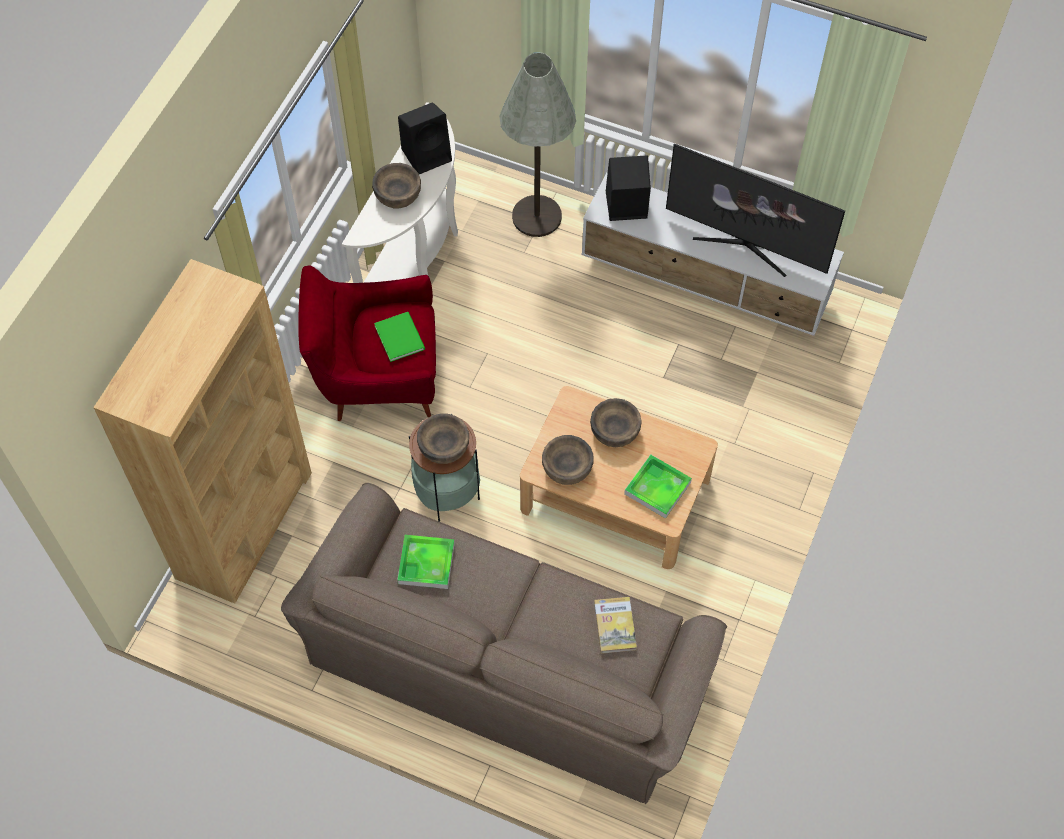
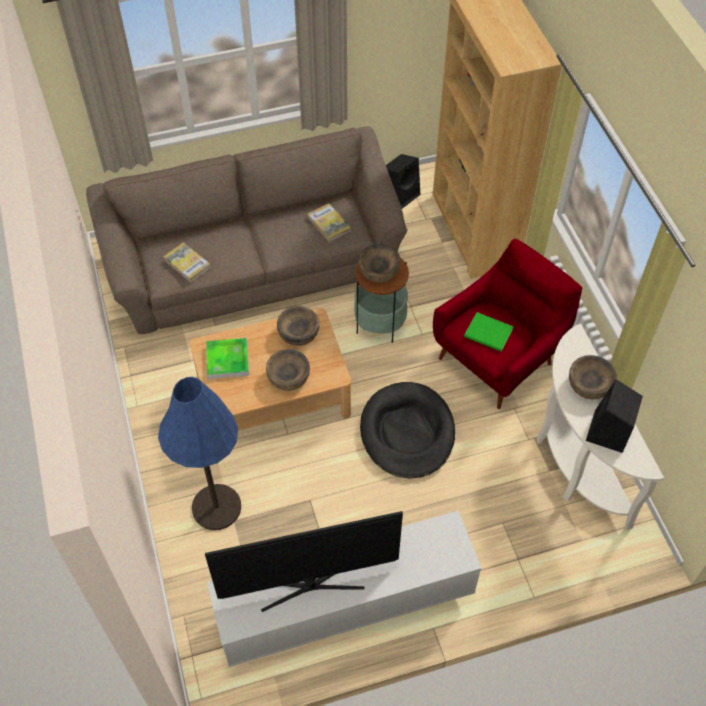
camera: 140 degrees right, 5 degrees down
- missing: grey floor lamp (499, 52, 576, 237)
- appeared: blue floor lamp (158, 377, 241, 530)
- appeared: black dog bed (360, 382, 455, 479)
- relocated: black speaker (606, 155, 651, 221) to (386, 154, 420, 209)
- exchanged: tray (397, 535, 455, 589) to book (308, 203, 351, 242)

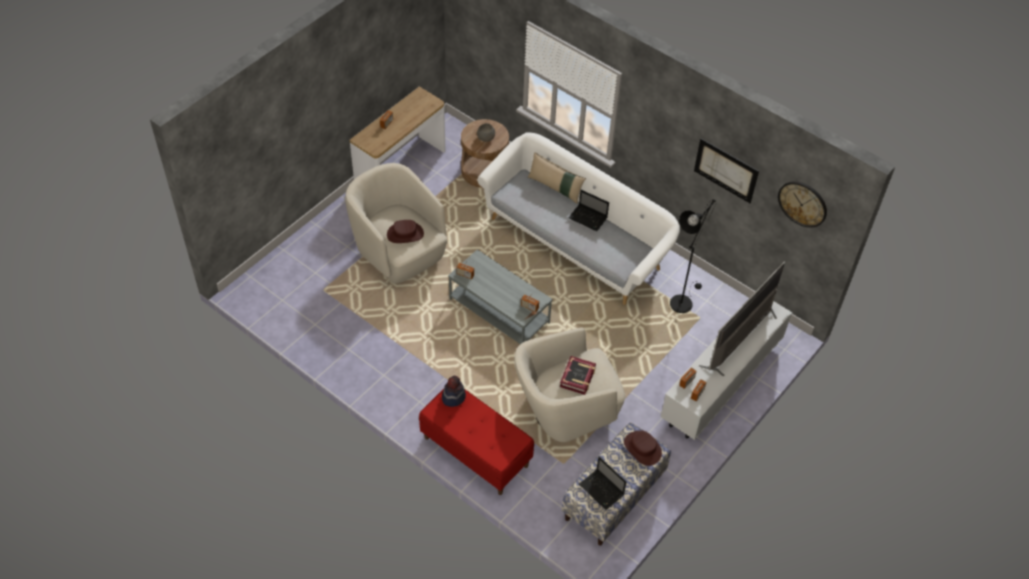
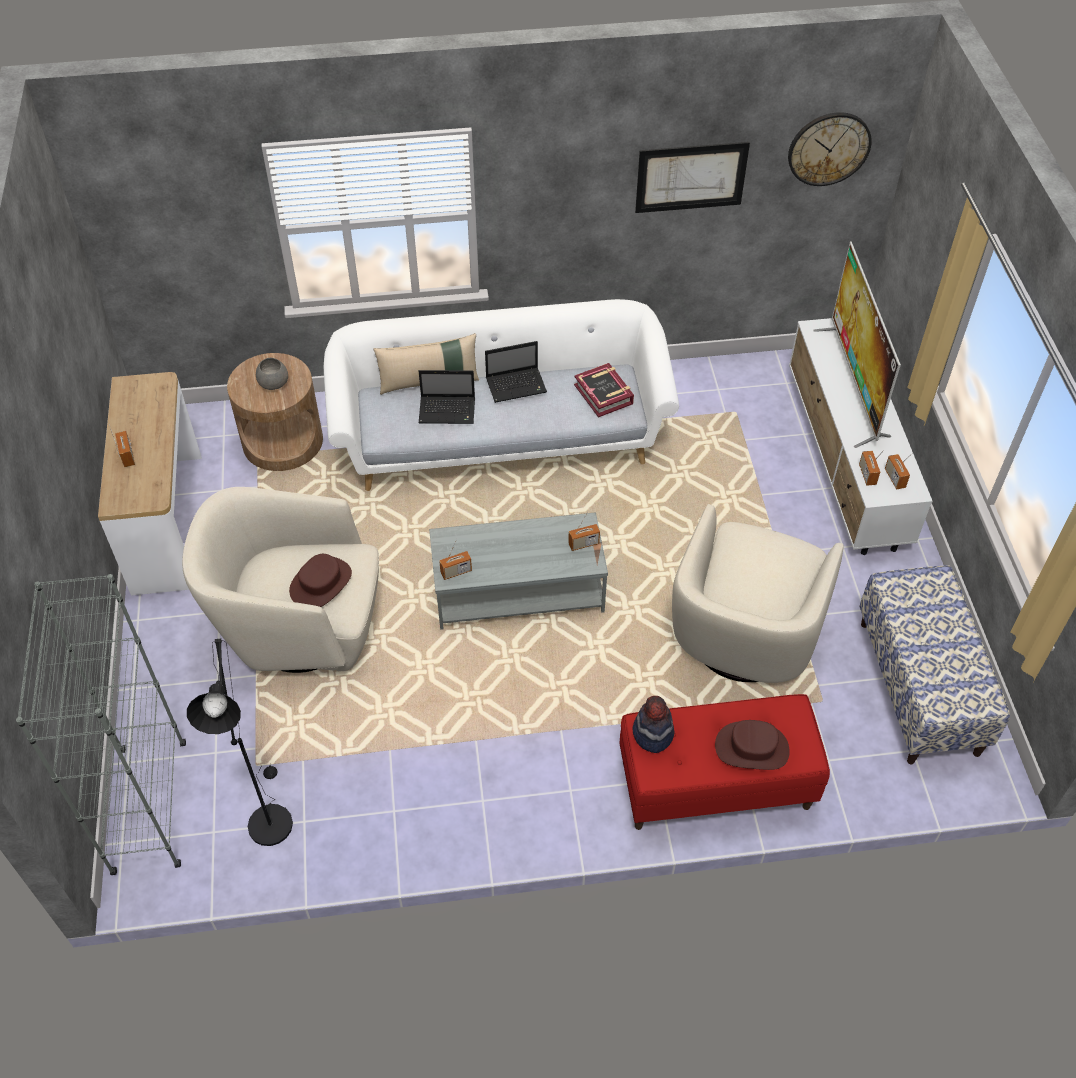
camera: 45 degrees left, 0 degrees up
- appeared: grey bookcase (16, 574, 186, 875)
- relocated: book (560, 356, 596, 395) to (574, 363, 634, 418)
- relocated: laptop (579, 457, 626, 510) to (419, 370, 475, 424)
- relocated: brown hat (624, 430, 662, 466) to (715, 720, 790, 770)
- relocated: black floor lamp (670, 199, 717, 313) to (187, 639, 293, 846)

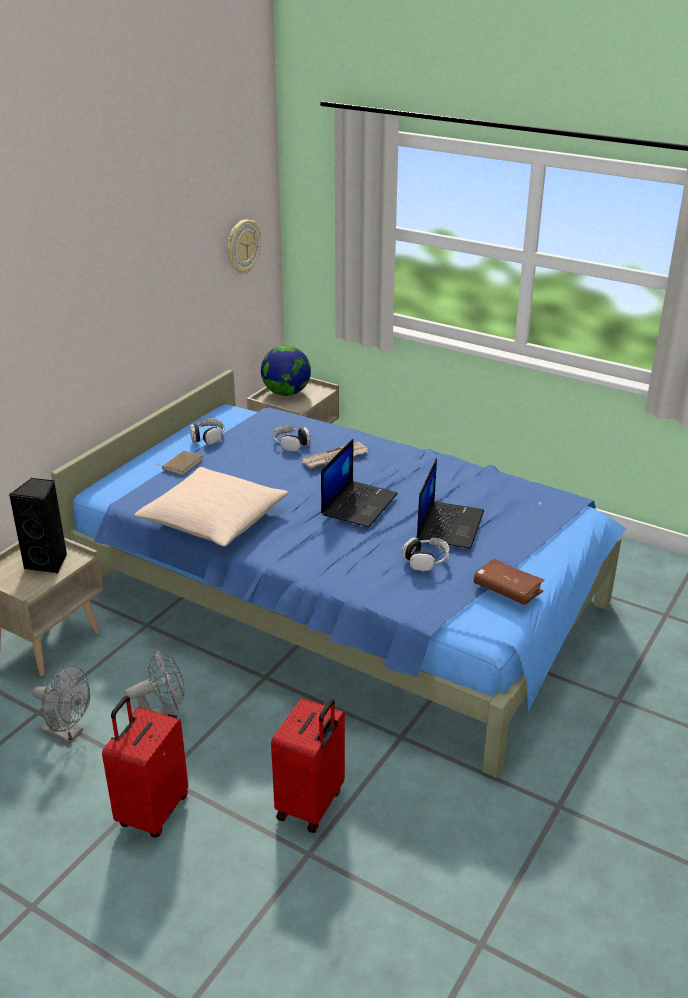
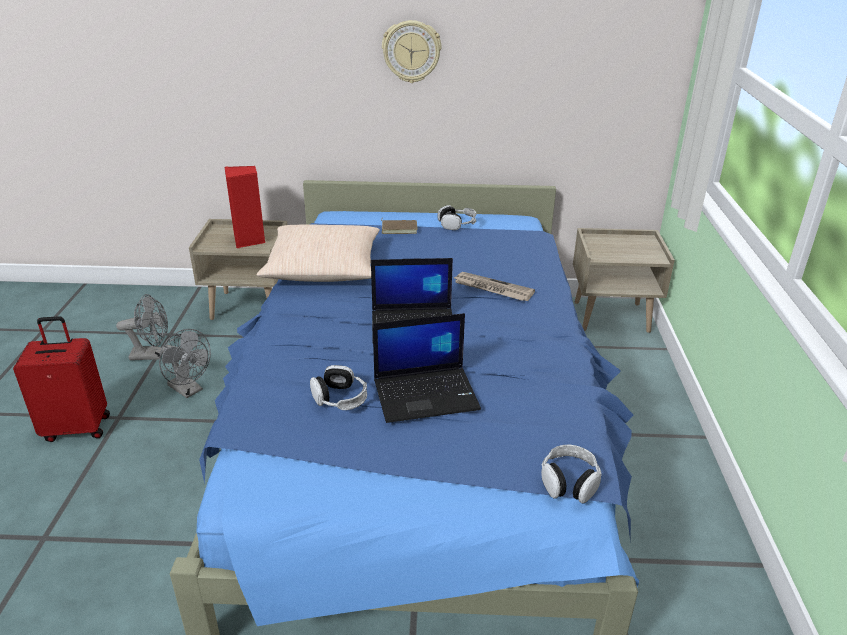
camera: 60 degrees right, 0 degrees up
- missing: globe (261, 346, 311, 396)
- missing: red suitcase (271, 698, 345, 833)
- missing: brown book (473, 559, 545, 605)
- relocated: wall clock (227, 219, 261, 274) to (382, 20, 441, 83)
- relocated: headphones (273, 425, 311, 452) to (541, 445, 602, 503)
- colour: black speaker (9, 478, 67, 573) to red speaker (225, 166, 265, 248)
- spun: grey fan (32, 666, 90, 744) = (116, 294, 168, 360) 90 degrees counterclockwise

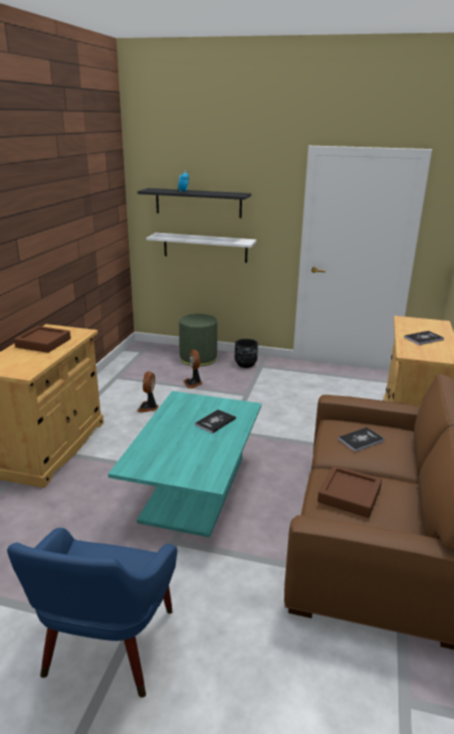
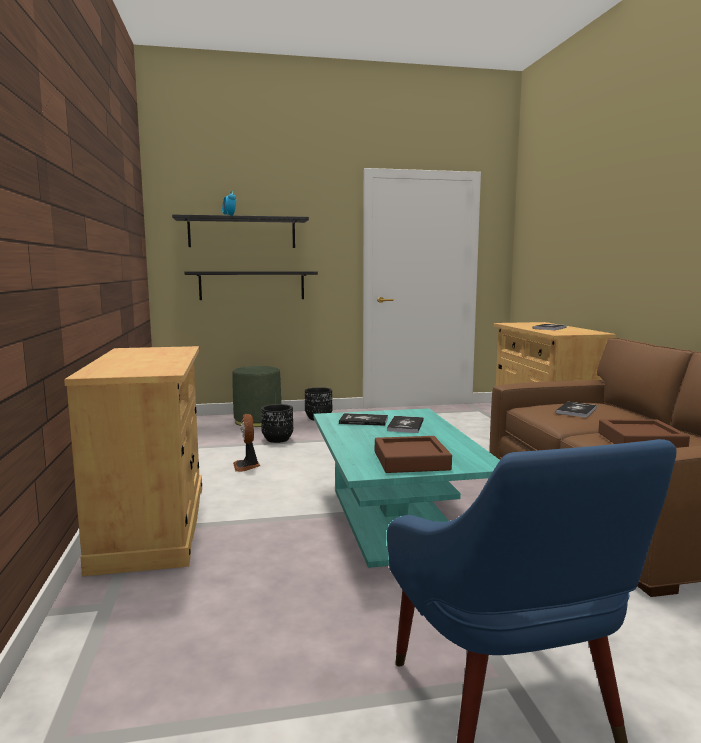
camera: 25 degrees left, 15 degrees down
- appeared: book (339, 413, 388, 426)
- relocated: brown tray (14, 326, 71, 353) to (375, 436, 452, 473)
- exchanged: fan (184, 350, 203, 389) to black planter (261, 404, 293, 443)
- colour: white shelf (146, 233, 257, 263) to black shelf (184, 271, 318, 300)

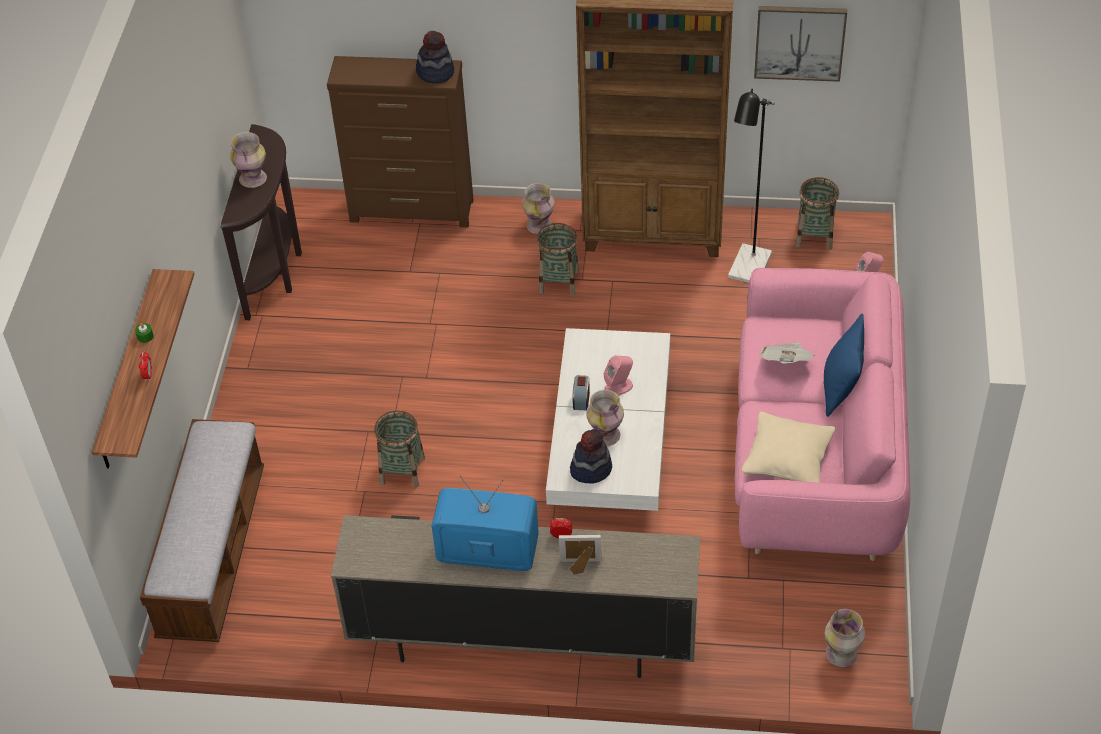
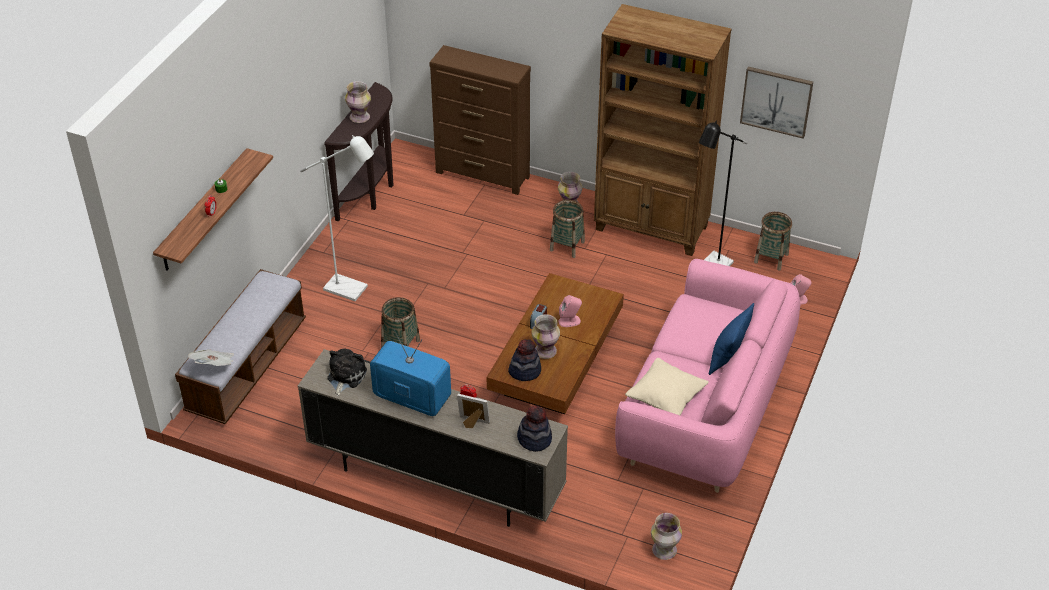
camera: 15 degrees right, 5 degrees down
- appeared: white floor lamp (300, 135, 374, 301)
- appeared: plush toy (327, 349, 367, 396)
- relocated: hat (416, 31, 454, 83) to (517, 405, 552, 452)
- relocated: newspaper (760, 342, 815, 364) to (188, 349, 234, 366)
- colour: white coffee table (546, 328, 670, 511) to brown coffee table (486, 273, 624, 414)

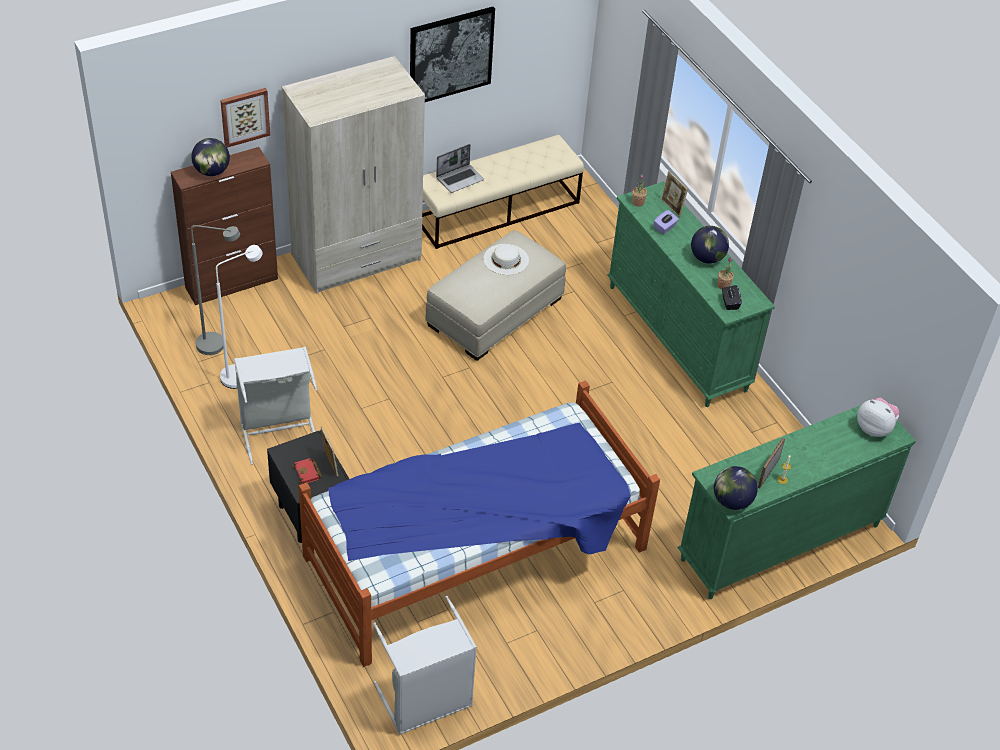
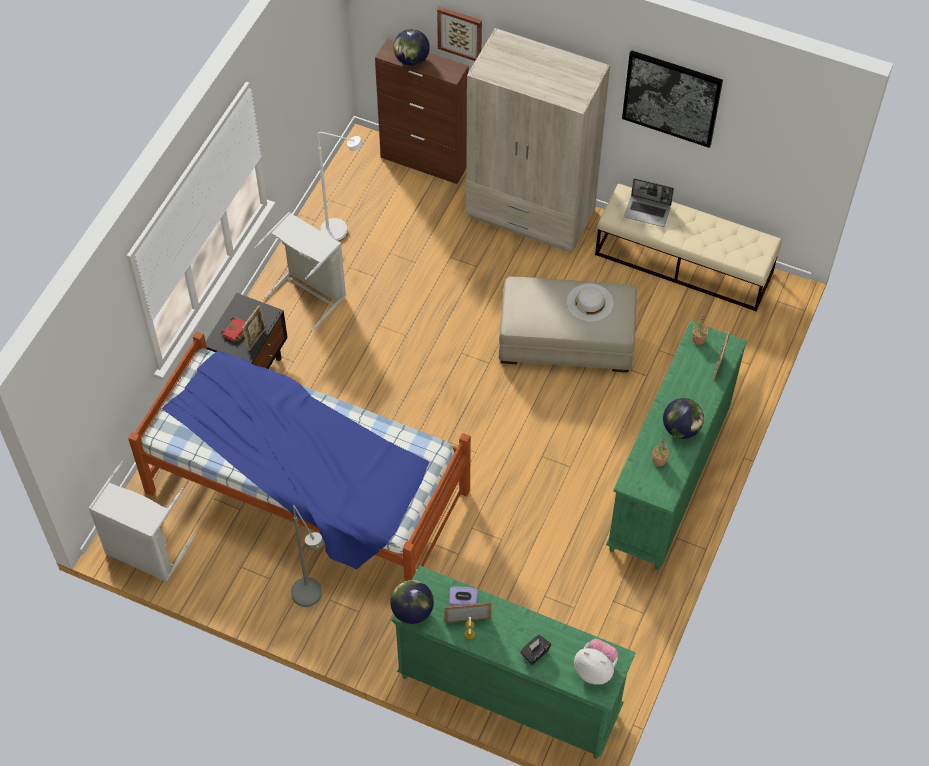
camera: 55 degrees right, 10 degrees up
- relocated: grey floor lamp (191, 225, 240, 355) to (291, 505, 323, 607)
- relocated: purple tissue box (654, 210, 679, 234) to (449, 587, 478, 606)
- relocated: black tissue box (722, 285, 742, 310) to (520, 635, 551, 665)
- spun: plush toy (857, 398, 899, 437) = (574, 639, 618, 685) 60 degrees counterclockwise

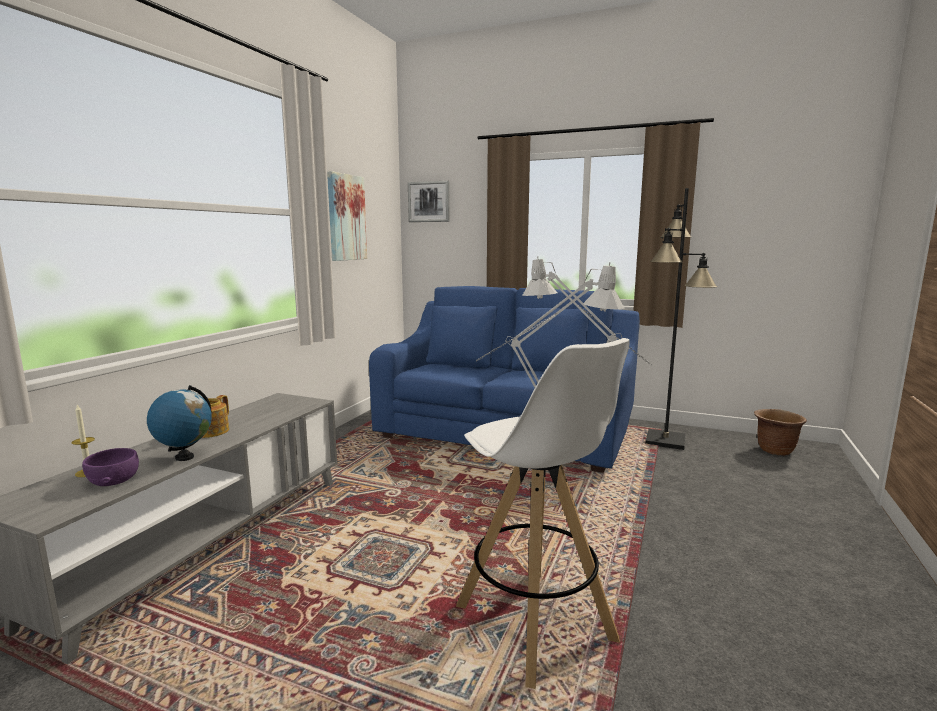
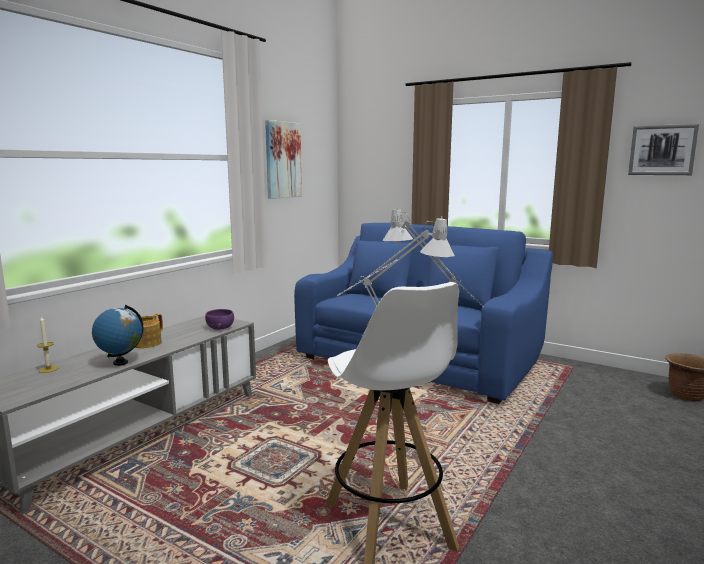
camera: 10 degrees right, 0 degrees up
- missing: black floor lamp (645, 188, 717, 450)
- relocated: purple bowl (82, 448, 139, 486) to (205, 309, 234, 330)
- relocated: picture (408, 181, 450, 222) to (628, 124, 699, 175)

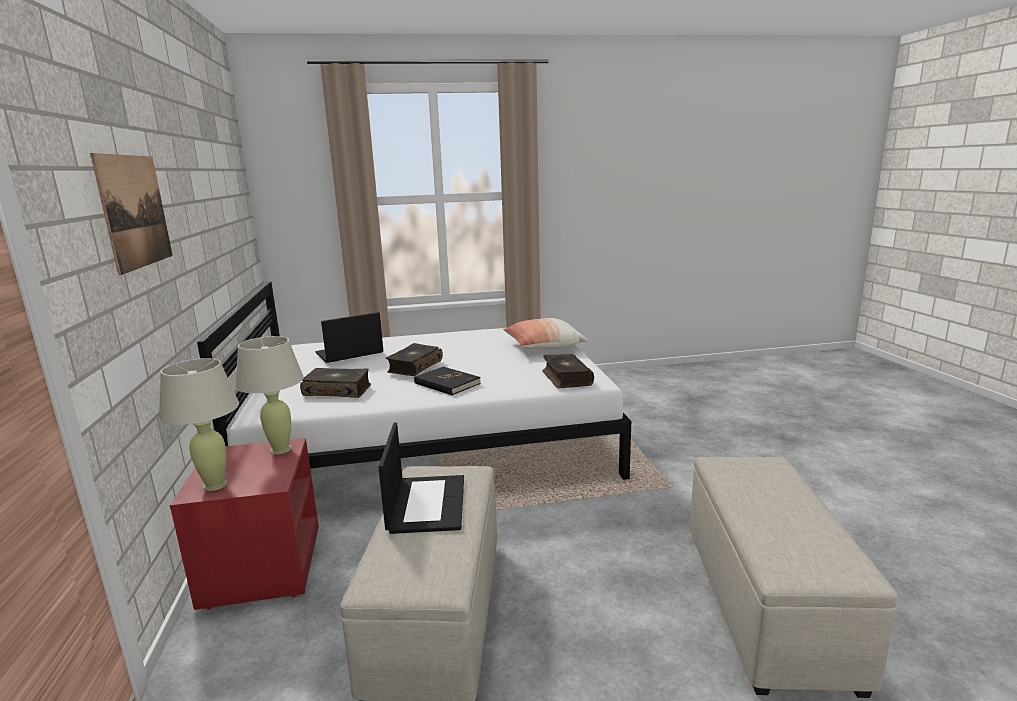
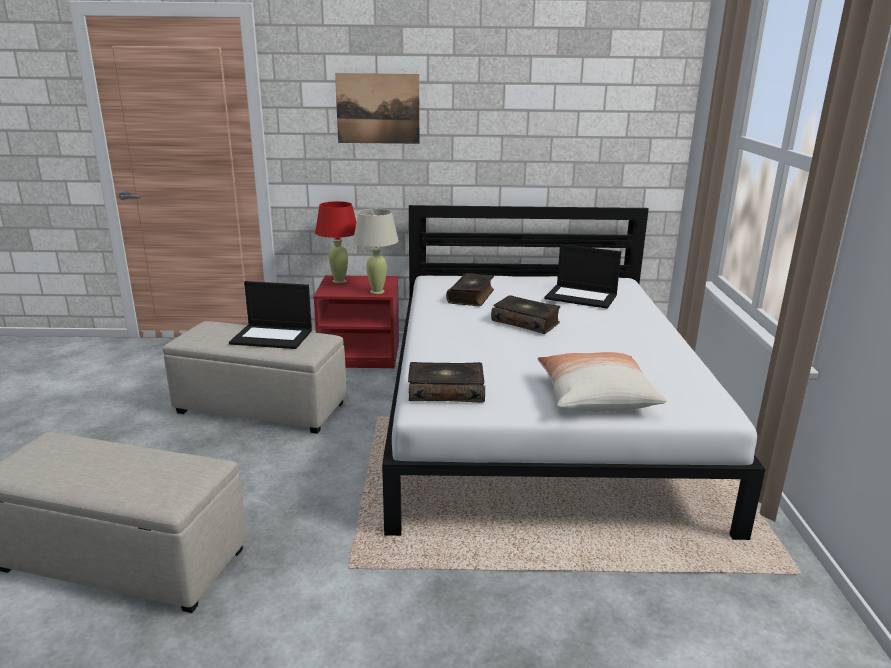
camera: 100 degrees right, 5 degrees up
- missing: black book (414, 367, 481, 395)
- colour: beige table lamp (159, 358, 239, 491) to red table lamp (315, 201, 356, 283)
- spun: laptop (316, 312, 383, 363) = (545, 244, 621, 309) 135 degrees clockwise

